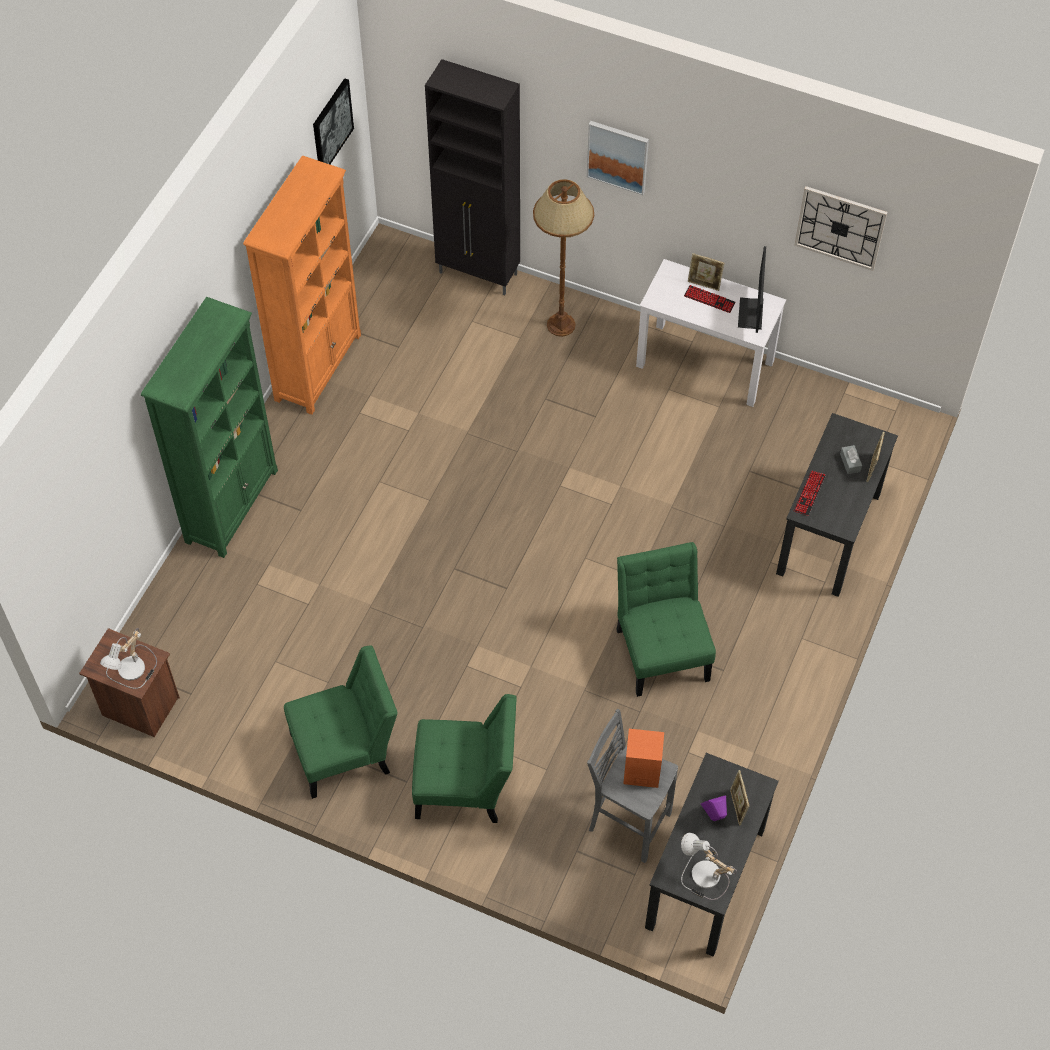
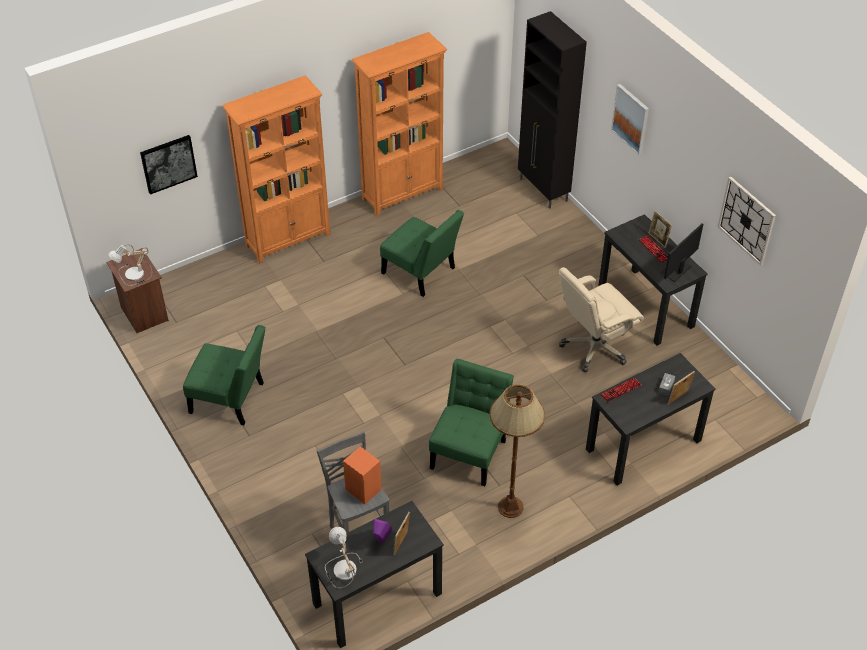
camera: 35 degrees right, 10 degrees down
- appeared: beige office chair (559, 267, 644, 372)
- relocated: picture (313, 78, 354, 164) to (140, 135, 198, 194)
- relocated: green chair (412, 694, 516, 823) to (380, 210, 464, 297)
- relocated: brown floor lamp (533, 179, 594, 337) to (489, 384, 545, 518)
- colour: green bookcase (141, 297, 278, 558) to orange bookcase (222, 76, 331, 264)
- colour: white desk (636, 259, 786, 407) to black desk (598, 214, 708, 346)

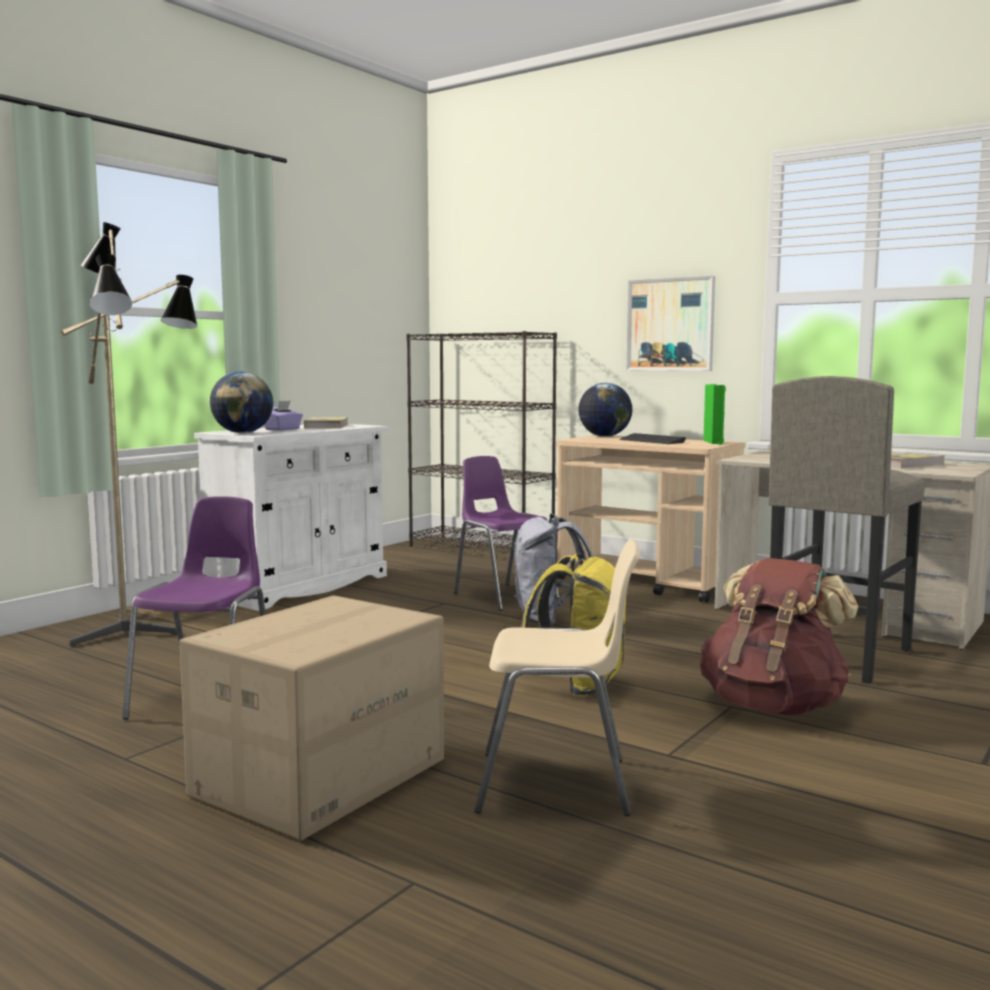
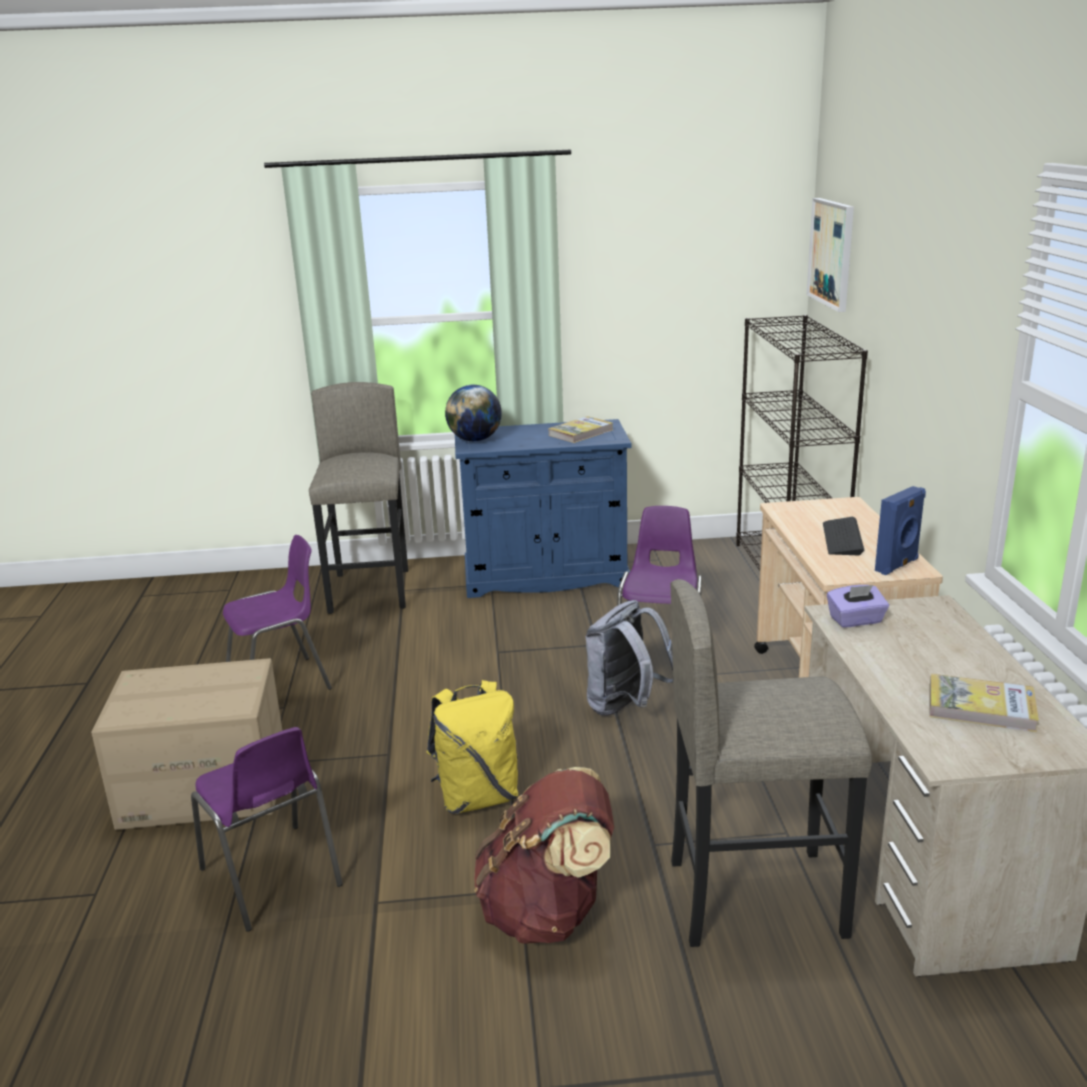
camera: 50 degrees right, 15 degrees up
- missing: globe (578, 383, 632, 437)
- relocated: purple tissue box (264, 401, 303, 431) to (827, 585, 889, 628)
- relocated: picture (626, 276, 715, 371) to (806, 198, 854, 312)
- exchanged: floor lamp (60, 222, 197, 647) to grey stool (309, 382, 408, 614)
- colour: white cabinet (194, 424, 388, 611) to blue cabinet (455, 419, 632, 598)
- colour: beige chair (474, 540, 640, 816) to purple chair (191, 727, 343, 932)
- colour: green speaker (703, 384, 726, 445) to blue speaker (875, 486, 926, 575)

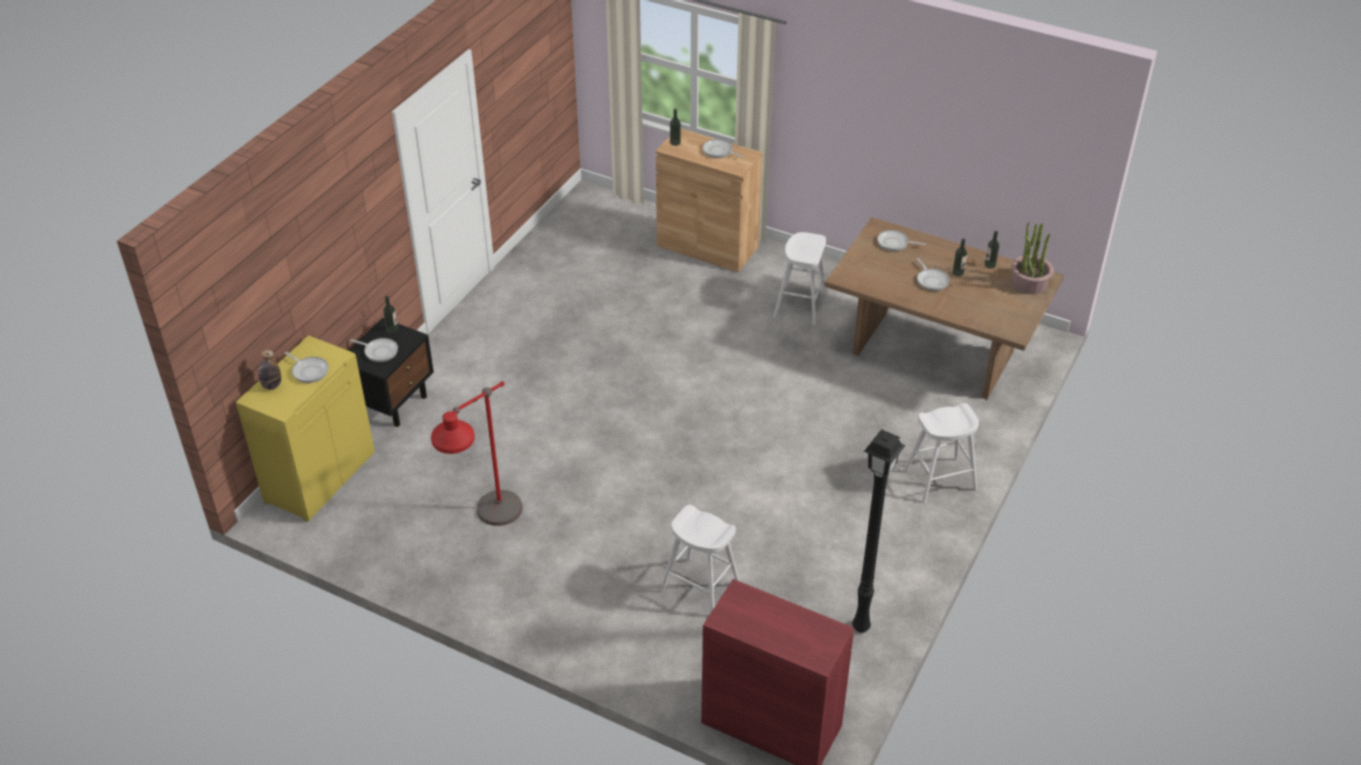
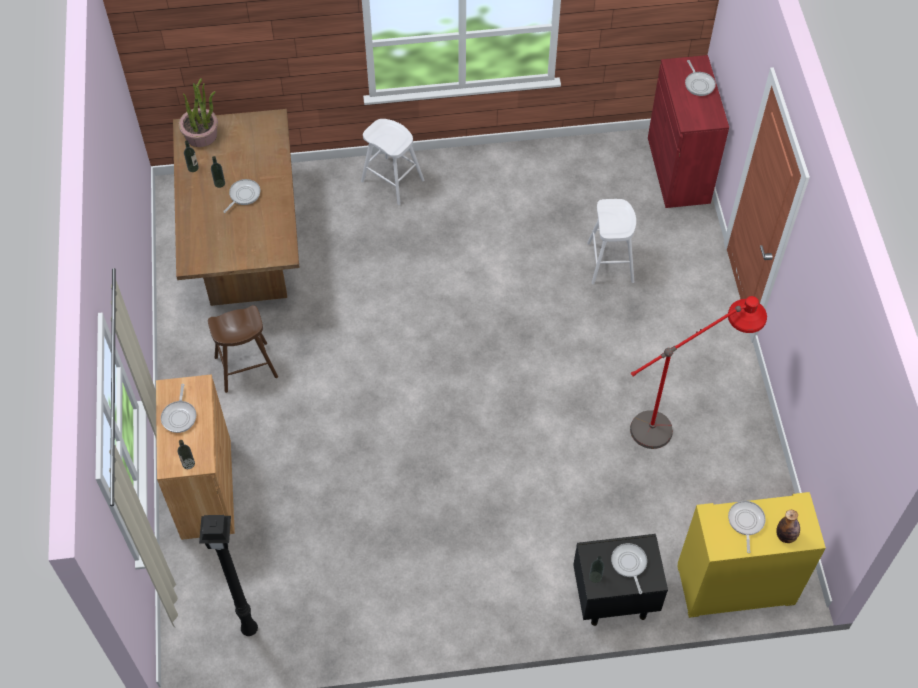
camera: 125 degrees left, 15 degrees up
- relocated: black floor lamp (852, 429, 906, 633) to (199, 515, 258, 636)
- relocated: frying pan (877, 230, 926, 251) to (685, 60, 716, 96)
- colour: white stool (774, 232, 826, 325) to brown stool (208, 305, 278, 393)

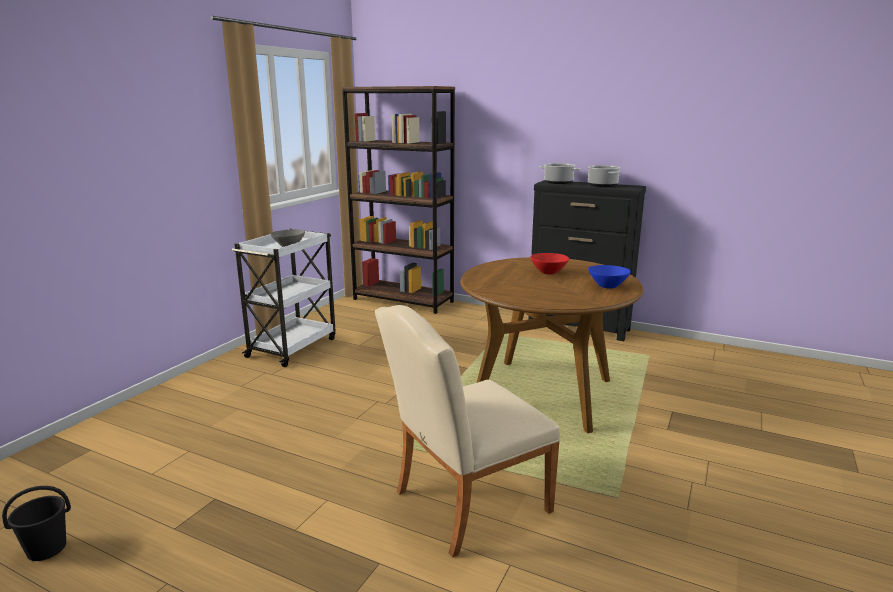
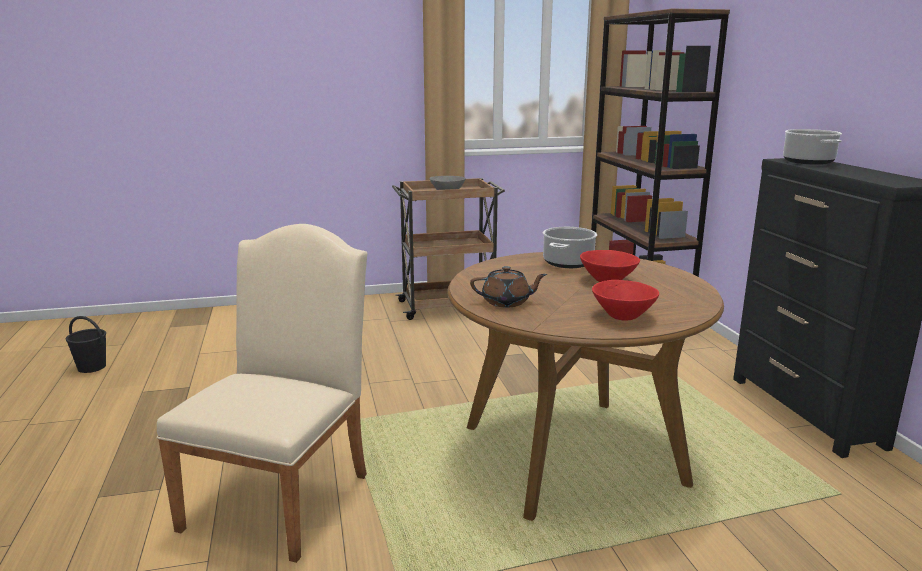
camera: 50 degrees right, 0 degrees up
- appeared: brown teapot (470, 266, 547, 307)
- relocated: cooking pot (588, 165, 620, 187) to (543, 227, 597, 268)
- colour: white cart (232, 229, 336, 367) to brown cart (392, 178, 505, 320)
- colour: blue bowl (588, 265, 631, 289) to red bowl (592, 280, 659, 321)
- spun: beige chair (375, 305, 561, 557) = (157, 224, 367, 563) 90 degrees clockwise

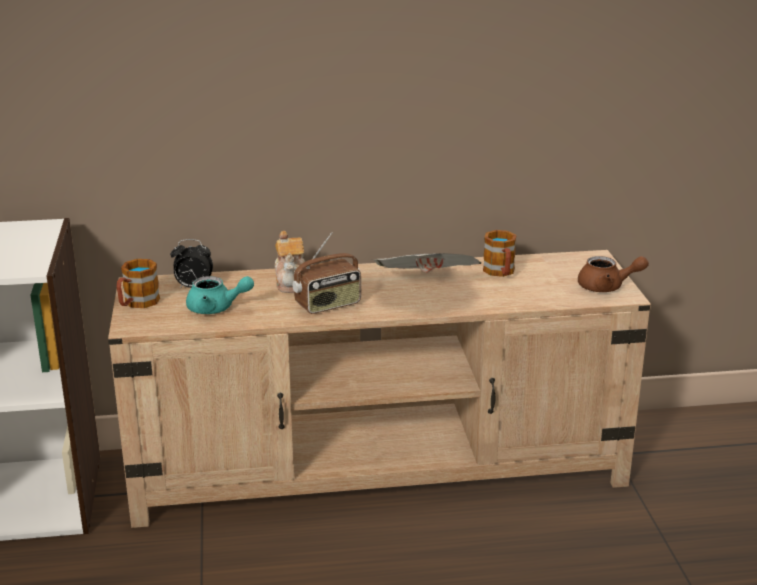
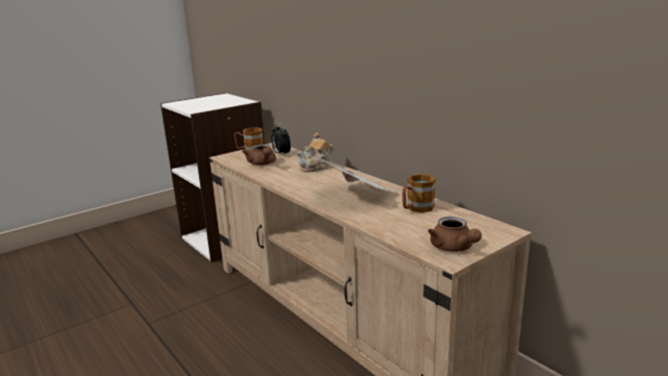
camera: 60 degrees right, 5 degrees down
- missing: radio (292, 232, 361, 314)
- colour: turquoise teapot (186, 276, 254, 314) to brown teapot (242, 144, 276, 165)

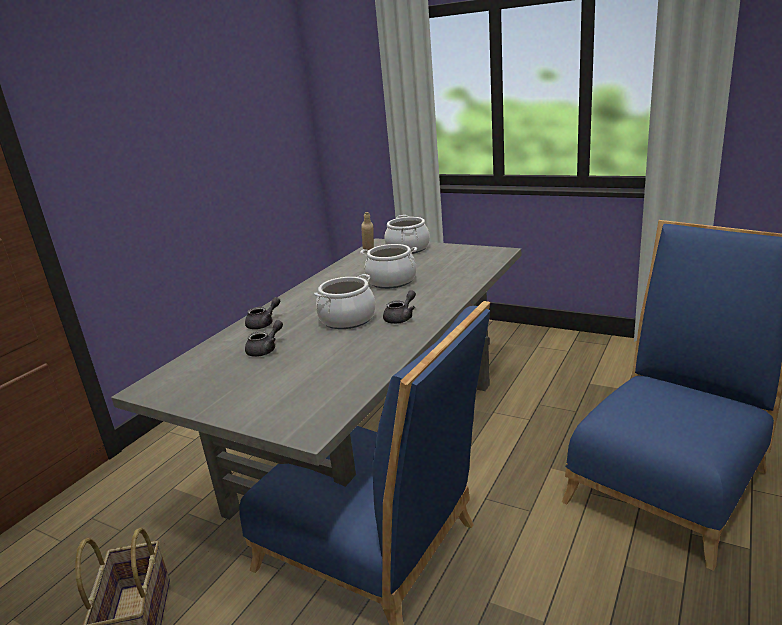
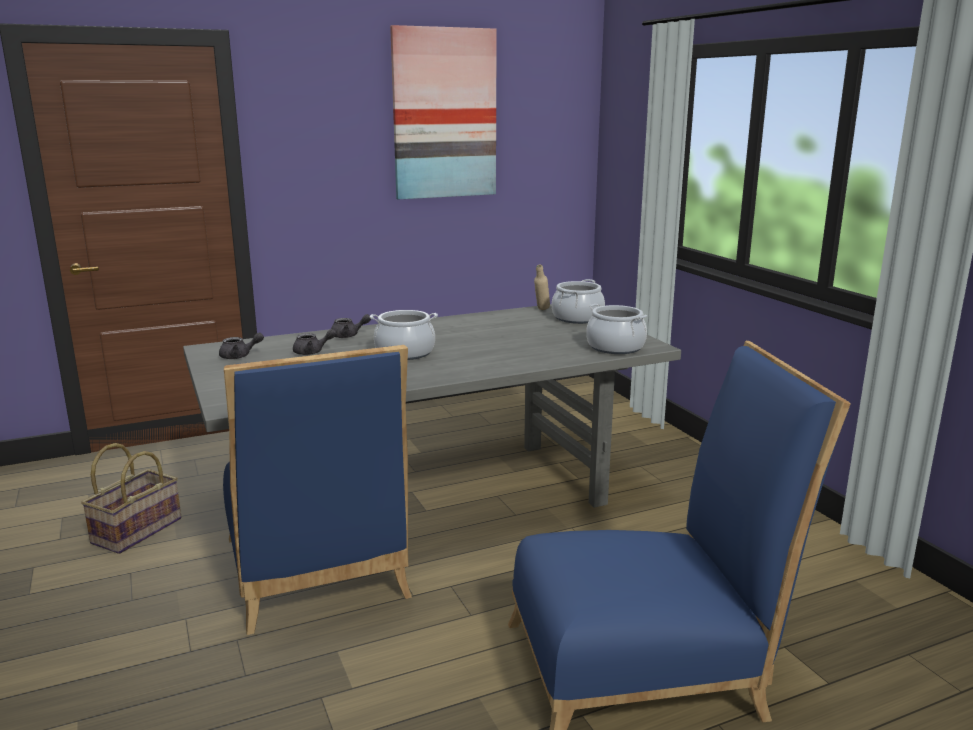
camera: 35 degrees right, 5 degrees down
- appeared: picture (390, 25, 497, 199)
- relocated: cooking pot (360, 244, 417, 289) to (586, 304, 647, 354)
- relocated: grey teapot (383, 290, 416, 324) to (219, 333, 264, 359)

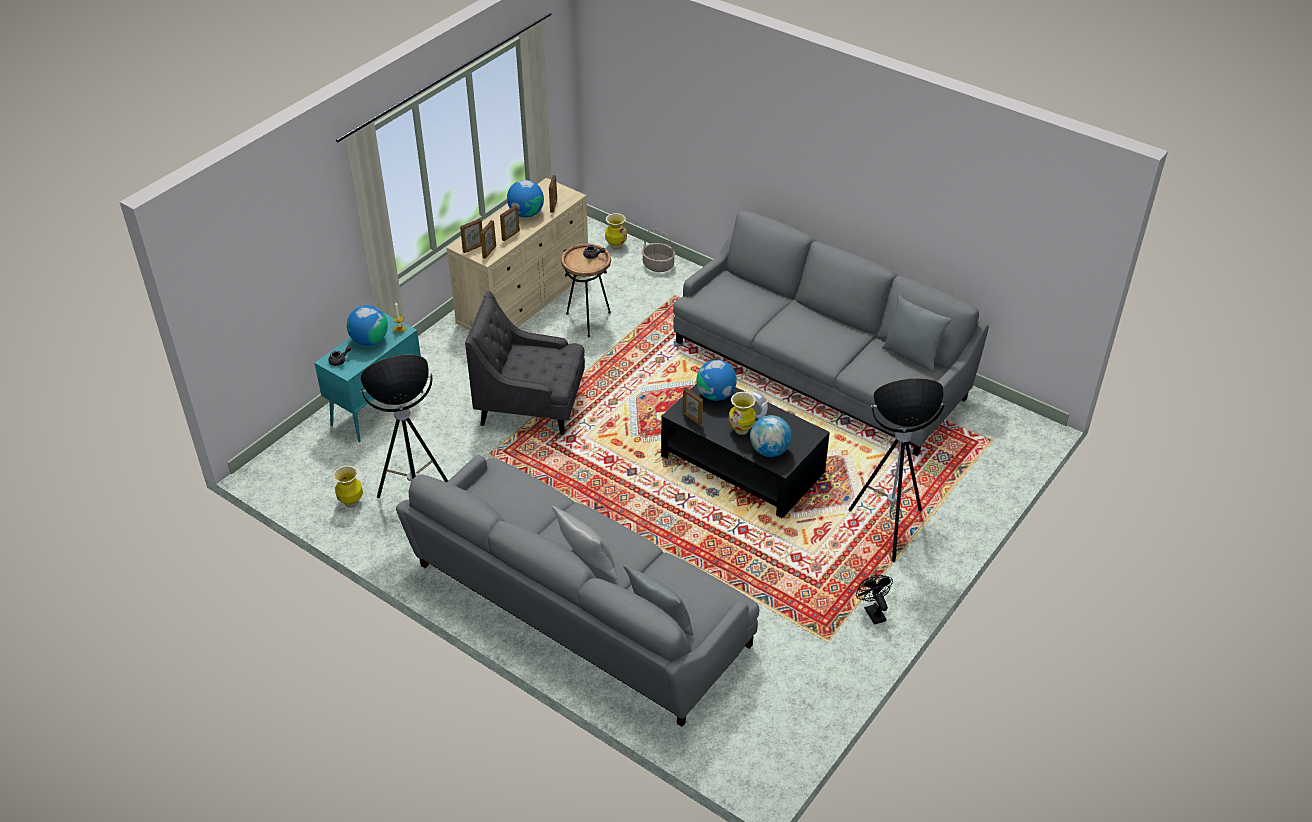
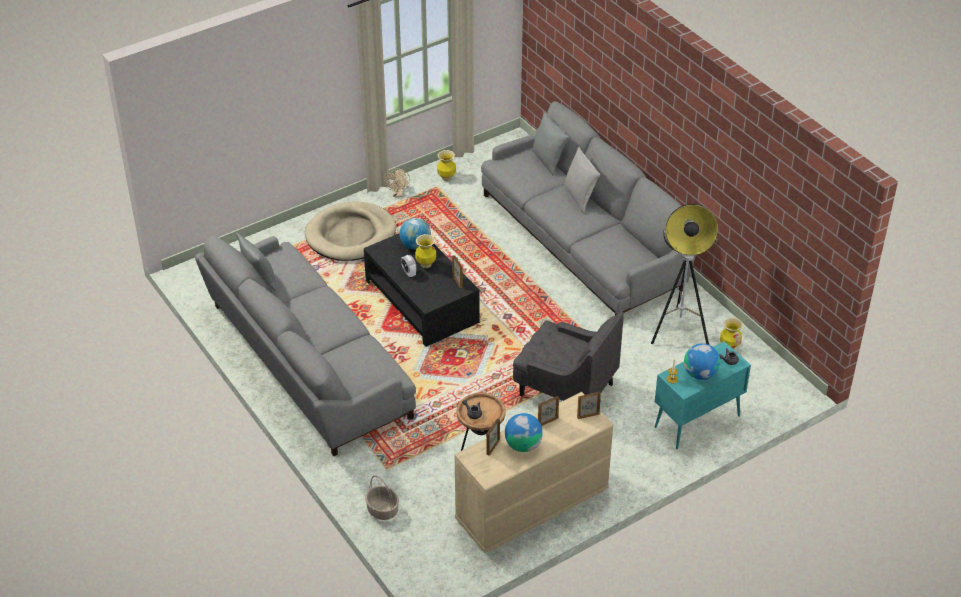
camera: 160 degrees left, 0 degrees up
- missing: picture frame (480, 220, 496, 259)
- missing: globe (697, 360, 737, 401)
- relocated: vase (605, 213, 627, 250) to (437, 150, 456, 181)
- exchanged: floor lamp (848, 378, 945, 562) to beige dog bed (305, 202, 396, 261)
- colour: black fan (856, 575, 893, 625) to beige fan (384, 168, 410, 197)

